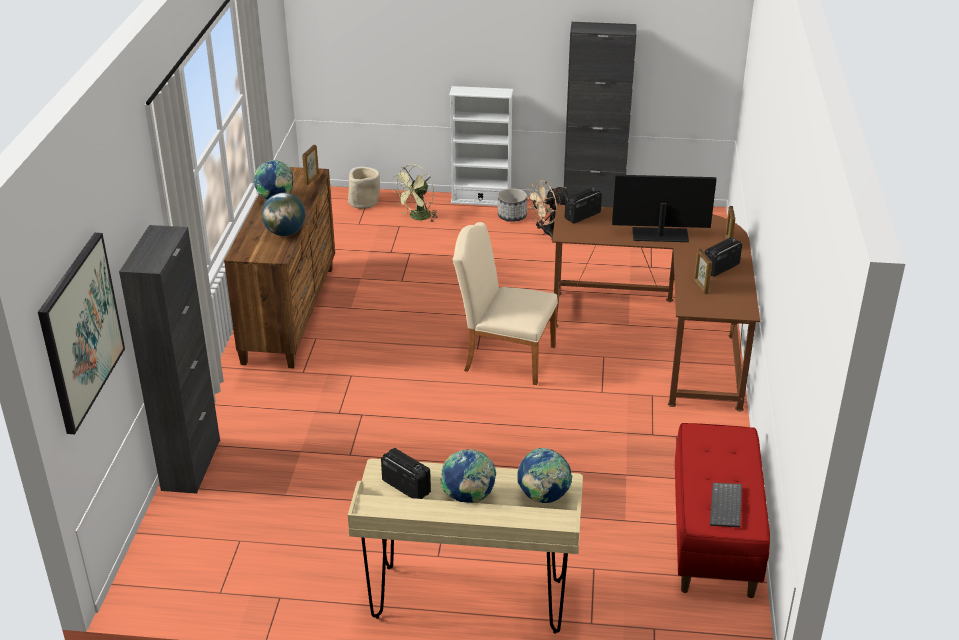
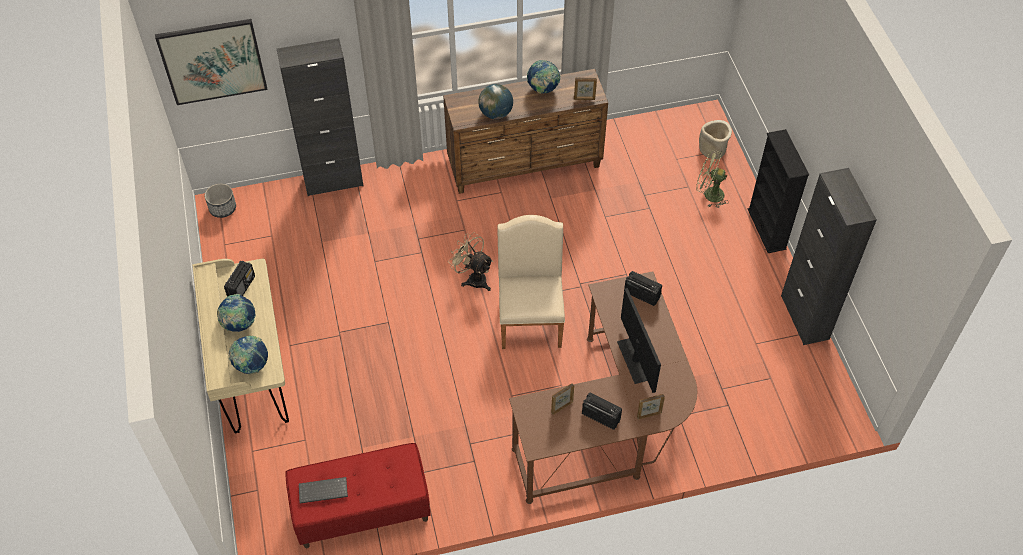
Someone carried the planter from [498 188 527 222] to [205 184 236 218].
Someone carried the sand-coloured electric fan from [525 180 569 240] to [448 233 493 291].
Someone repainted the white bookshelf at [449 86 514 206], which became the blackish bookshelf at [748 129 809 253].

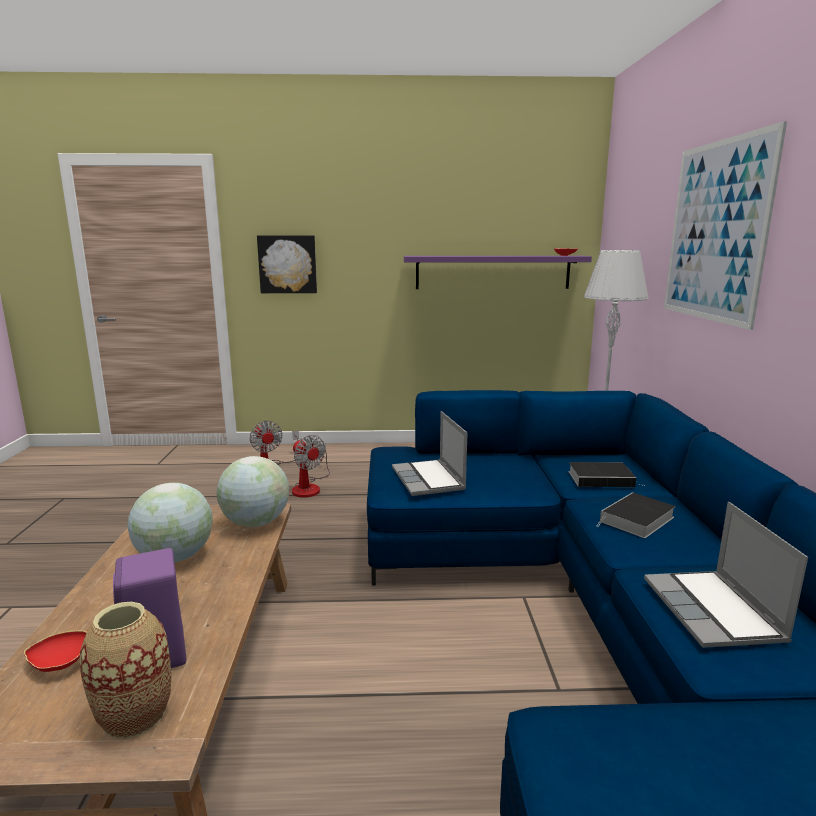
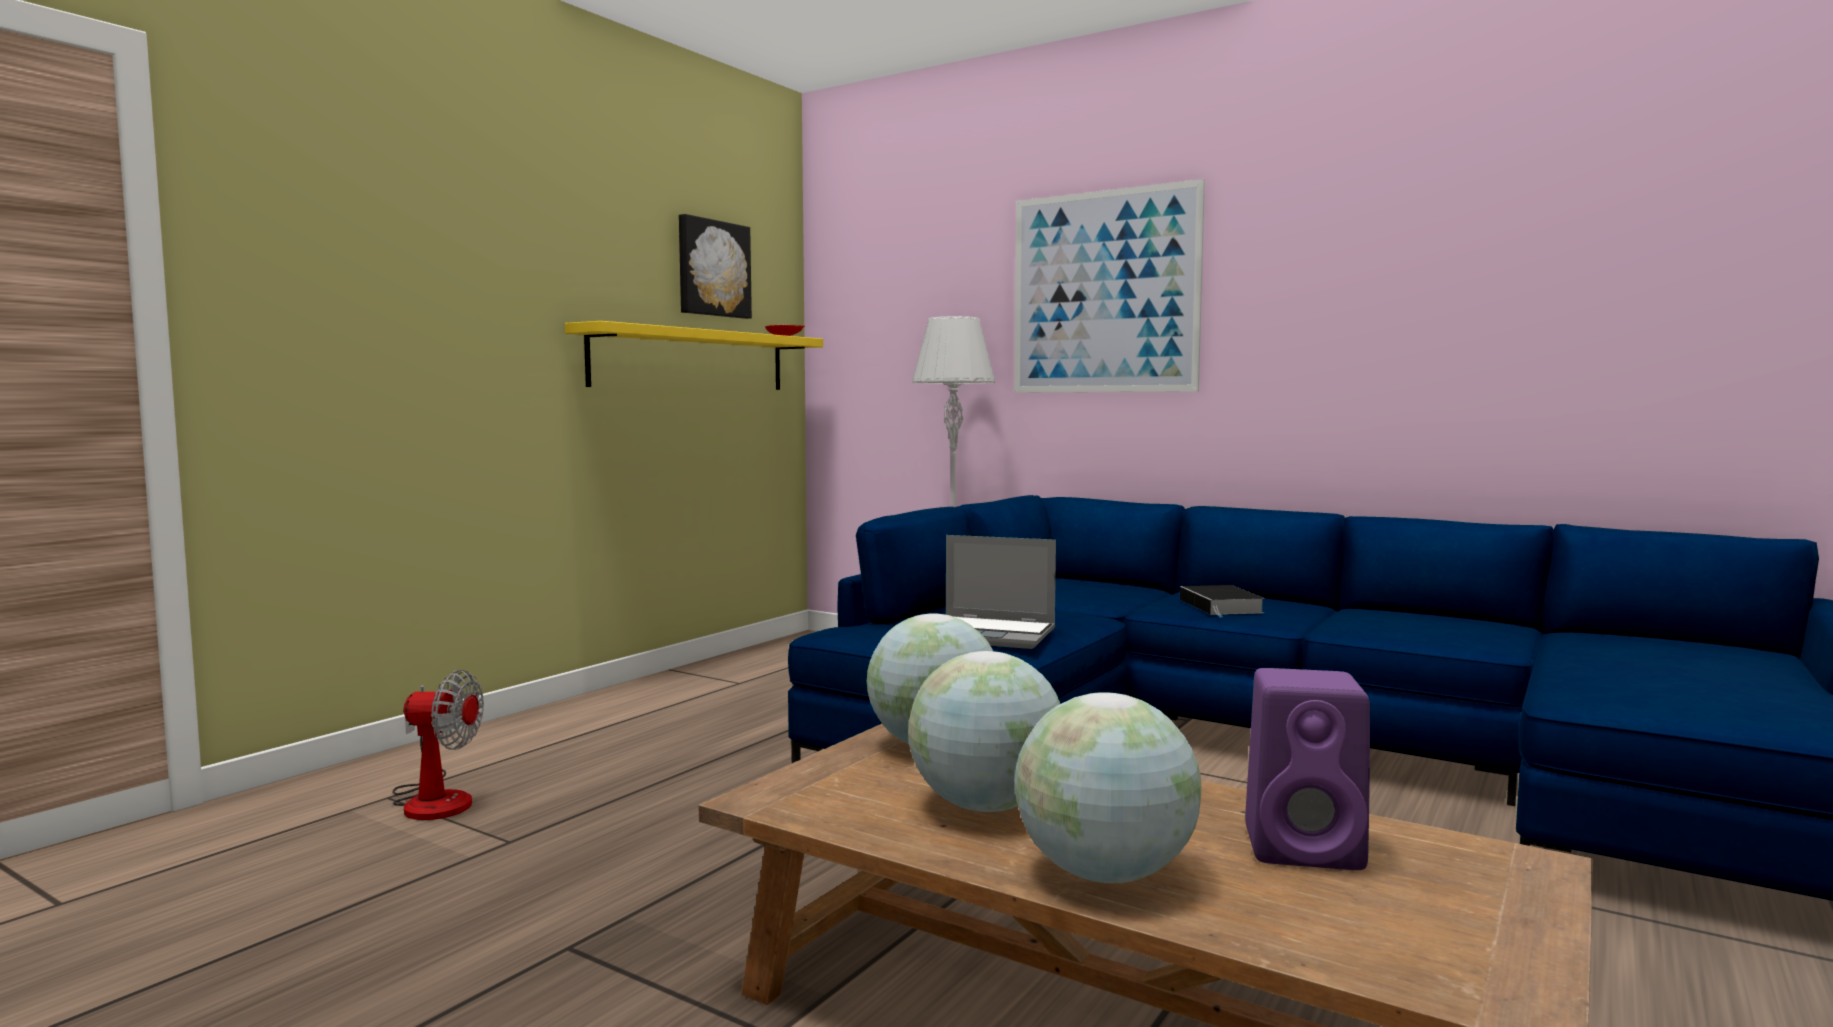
Someone repainted the purplish bracket shelf at [404 256 592 289], which became the yellow-coloured bracket shelf at [565 321 823 390].
Someone carried the wall art from [257 235 317 293] to [679 214 752 319].
Someone put down the desk globe at [1015 692 1202 883].
Someone took away the reddish bowl at [24 630 87 672].
Someone took away the flower vase at [79 602 171 739].
Someone took away the electric fan at [292 435 330 498].
Someone took away the bound book at [569 462 644 487].
Someone took away the portable computer at [644 502 808 648].

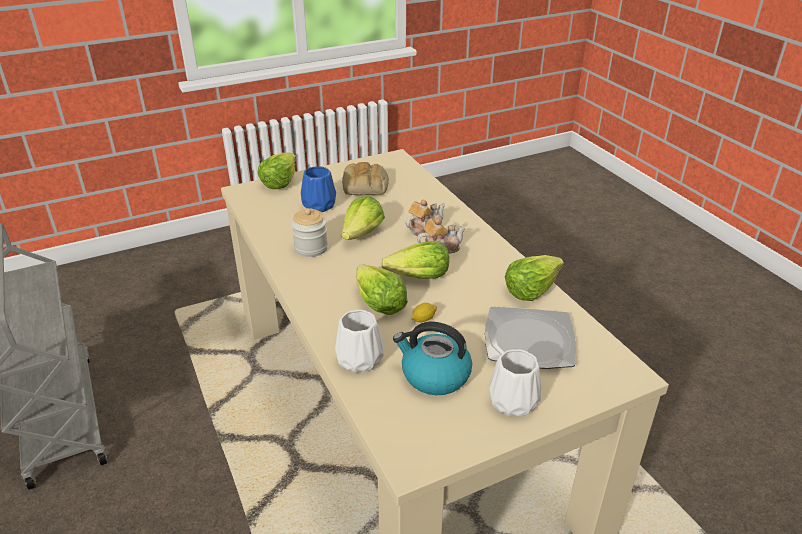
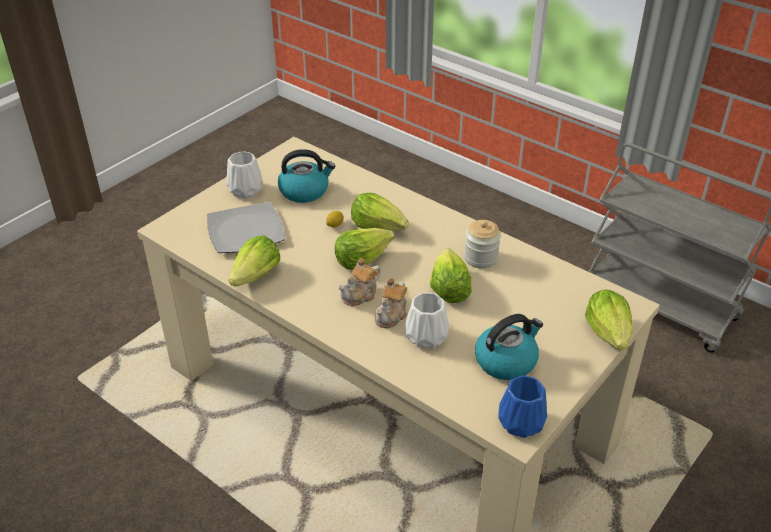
Someone carried the white flower vase from [335 310 384 373] to [405 293 449 349].
Someone swapped the bread at [342 162 389 195] for the kettle at [475 314 543 380].
Someone carried the blue-coloured flower vase from [301 166 336 212] to [498 376 547 438].

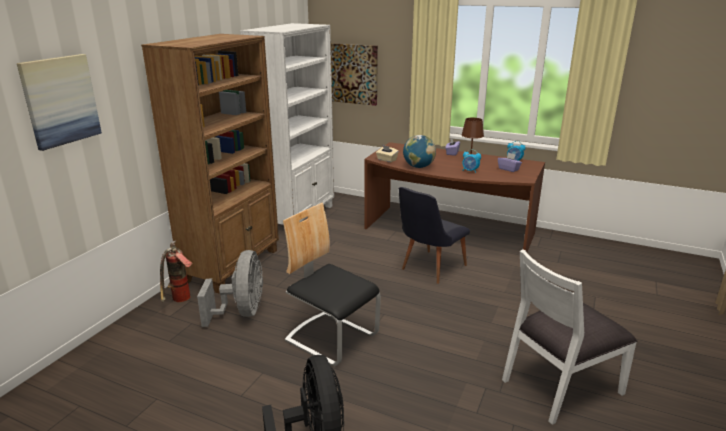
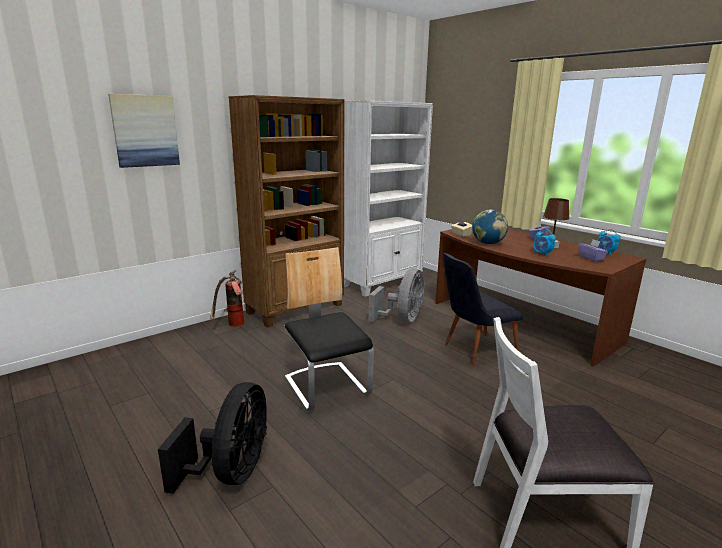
Someone carried the grey electric fan from [197 250 263 327] to [369 268 425 322].
Someone took away the wall art at [331 43 378 106].

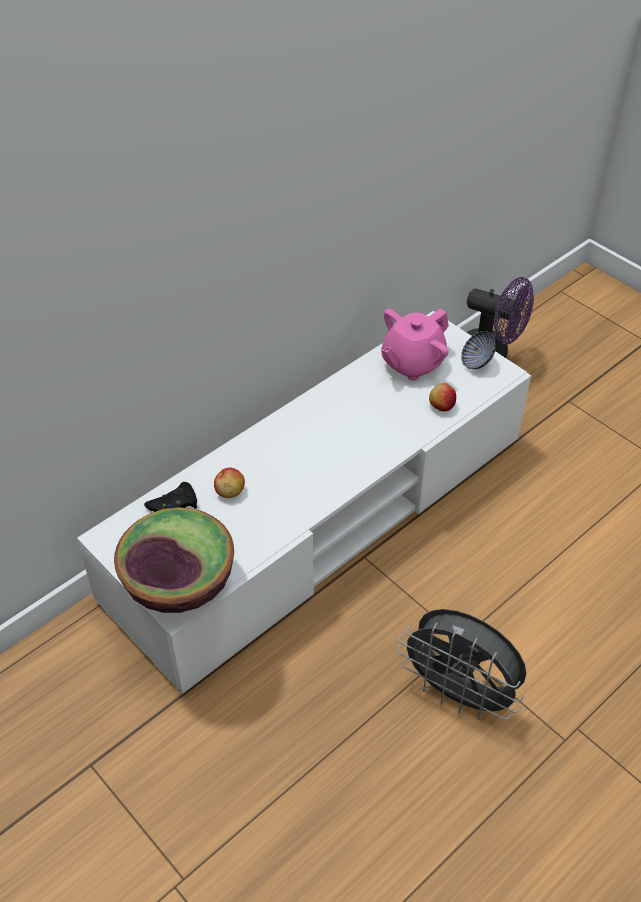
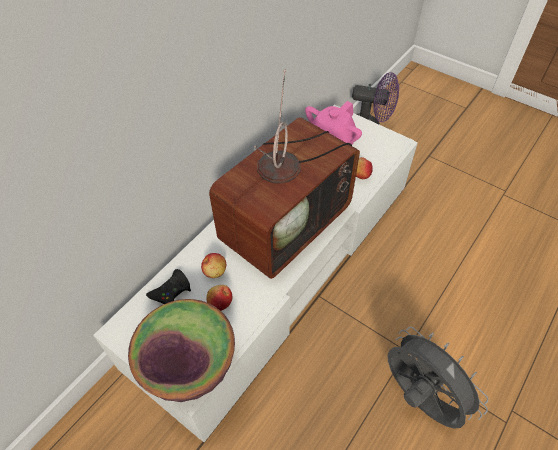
Someone put down the whole apple at [207 285 232 311].
Someone put down the television at [209 69 360 279].
Someone rotated the grey electric fan at [397 609 526 720] by 150 degrees counterclockwise.
Someone took away the bowl at [461 331 496 370].

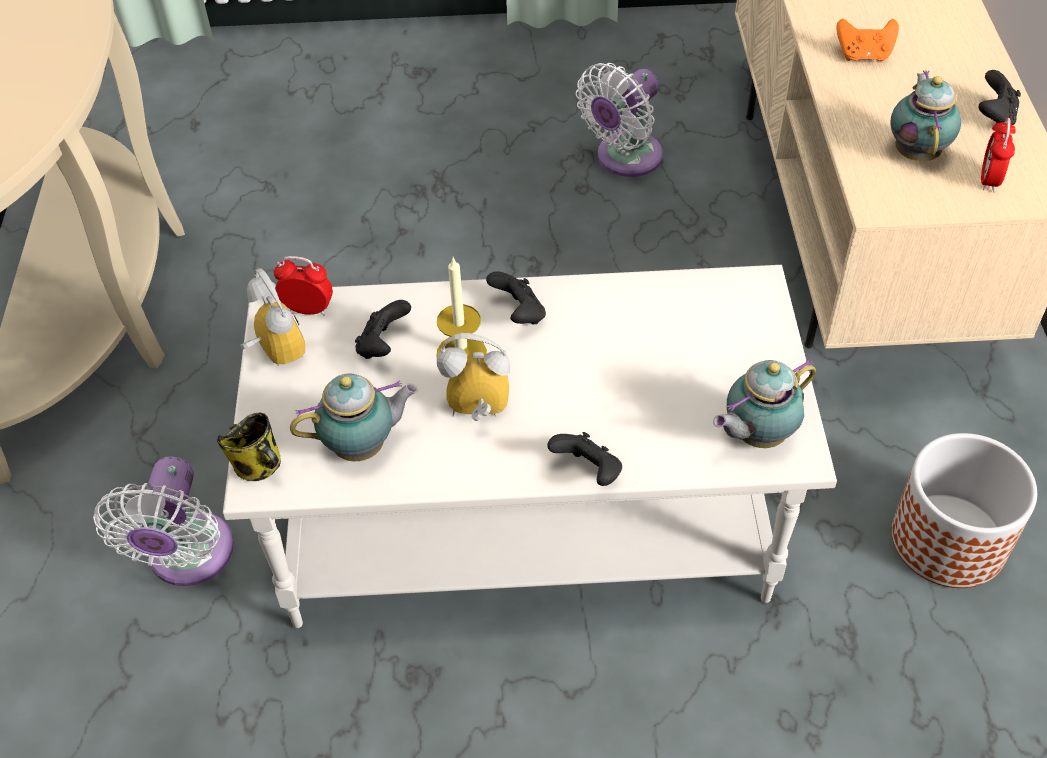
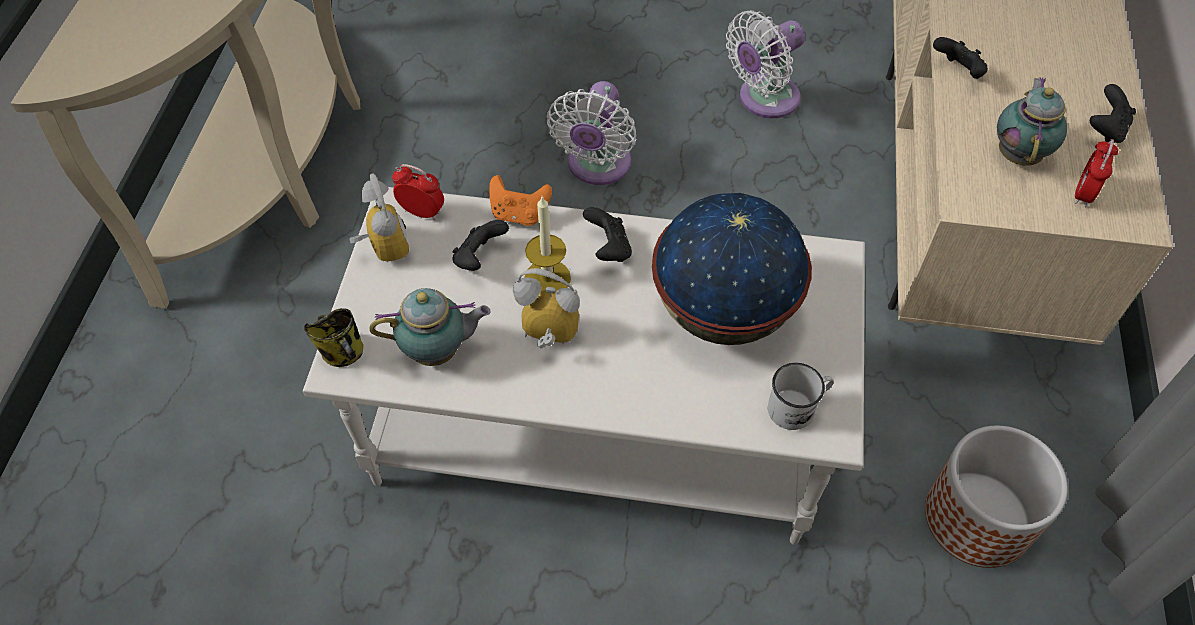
Someone carried the orange joypad from [836 19 899 61] to [489 175 552 226].
Someone carried the white electric fan from [93 457 234 586] to [547 81 636 185].
Someone put down the desk globe at [652 193 812 345].
Someone swapped the pot for tea at [713 359 816 448] for the white coffee mug at [768 363 834 430].
Someone carried the blackish joypad from [547 432 622 486] to [933 37 988 79].

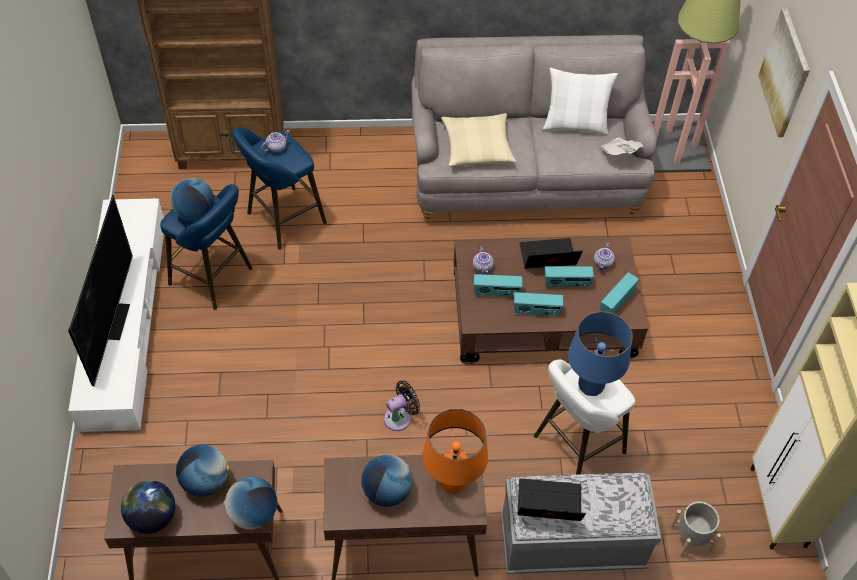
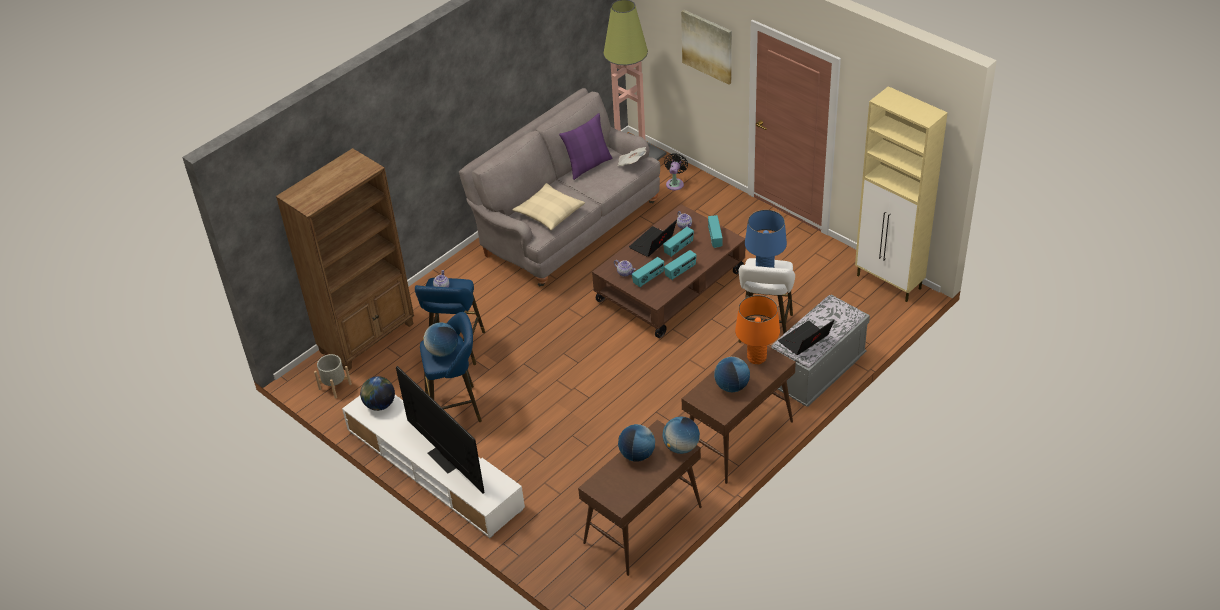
Someone carried the grey planter from [670 502 721 557] to [314 354 352 399].
Someone carried the desk globe from [121 480 175 534] to [360 376 395 411].
Someone repainted the white throw pillow at [543 68 618 135], which became the purplish throw pillow at [559 113 612 180].
Someone carried the blackish electric fan from [384 380 420 431] to [664 153 688 191].

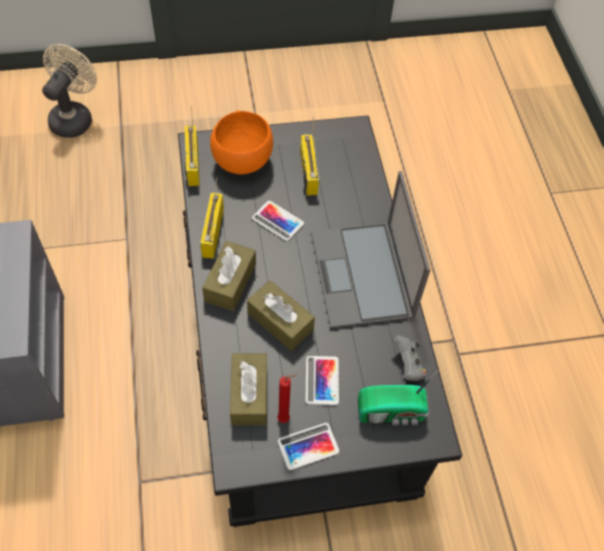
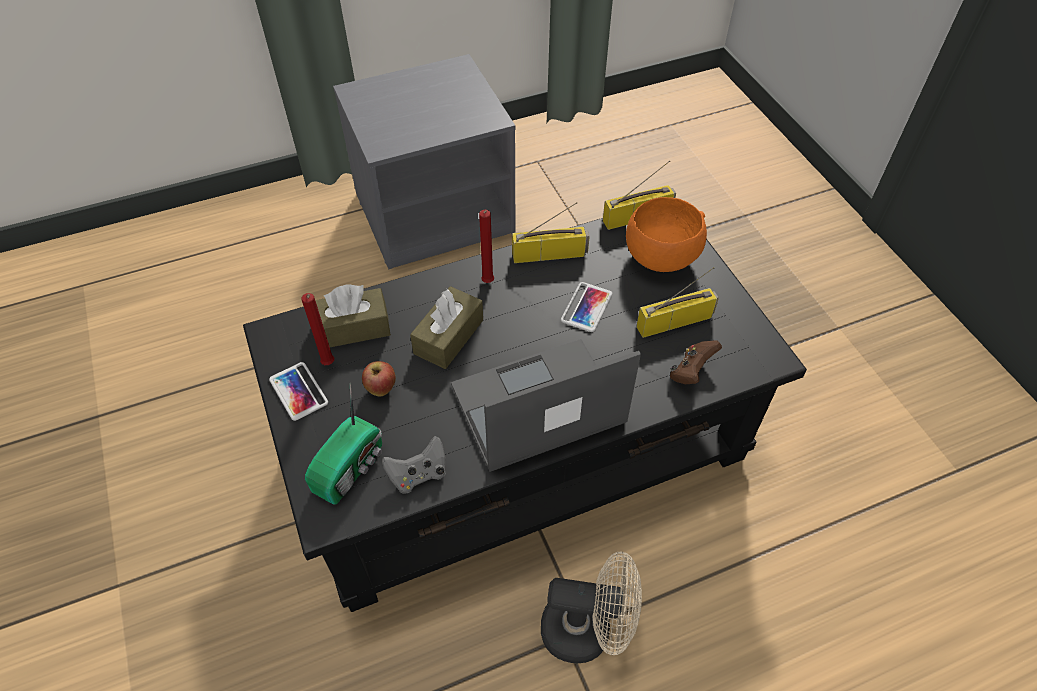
Someone rotated the radio receiver at [358 370 438 426] by 135 degrees counterclockwise.
Someone swapped the phone at [306 356 339 405] for the whole apple at [362 361 396 396].
Someone swapped the brownish tissue holder at [202 241 256 311] for the reddish wax light at [479 210 494 283].
Someone carried the sand-coloured electric fan from [42 44 97 138] to [541 551 642 663].
Someone put down the brownish joypad at [670 340 722 384].

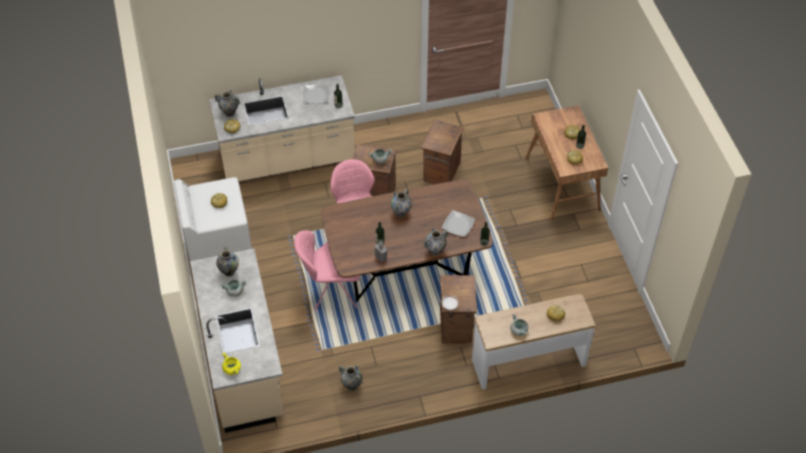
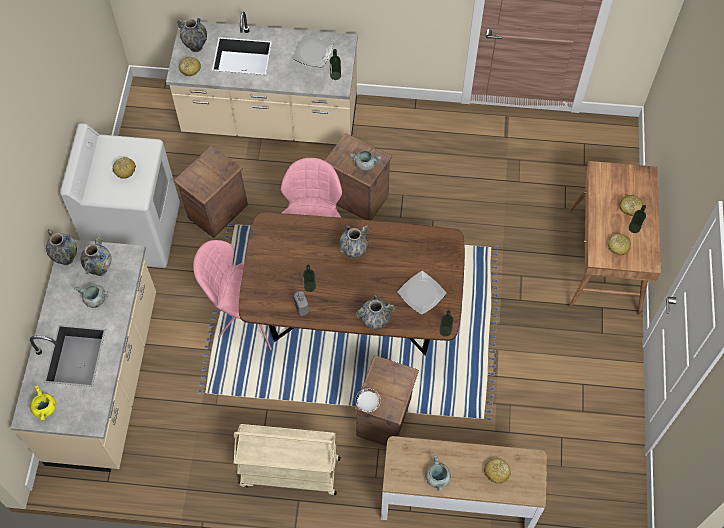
Someone carried the flower vase from [339 365 363 391] to [46 229 77 265].
Someone carried the shipping crate from [421 120 464 184] to [174 145 248 238].
Someone put down the sand-coloured wheeled cart at [234 424 341 495].

